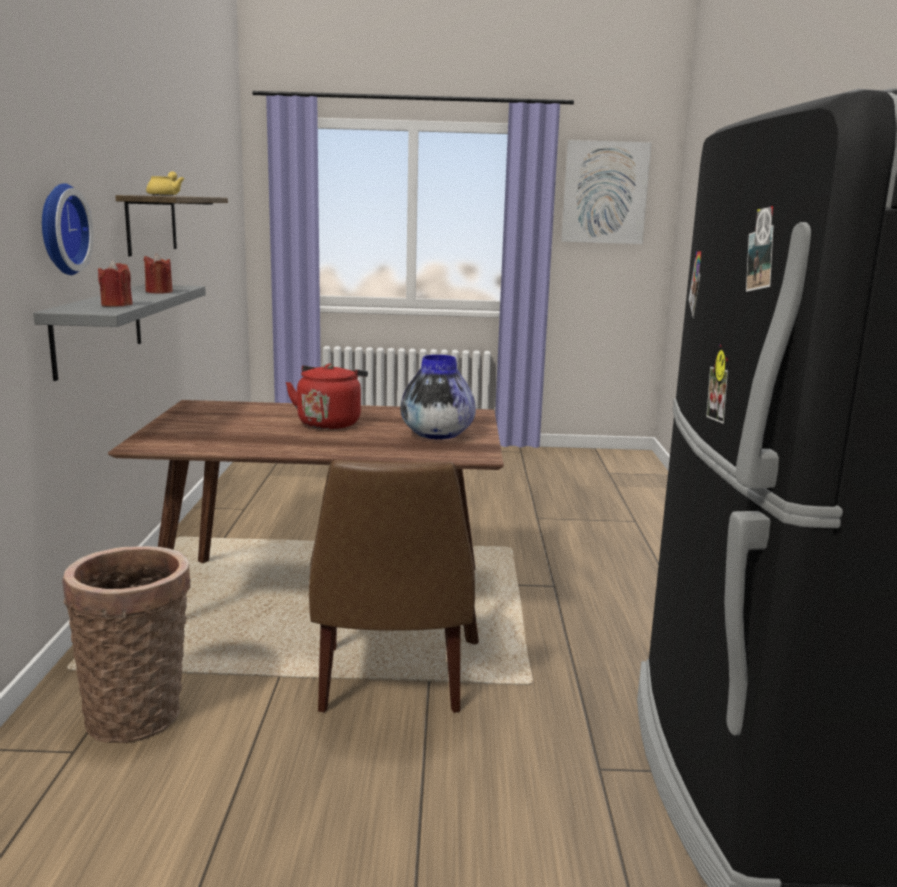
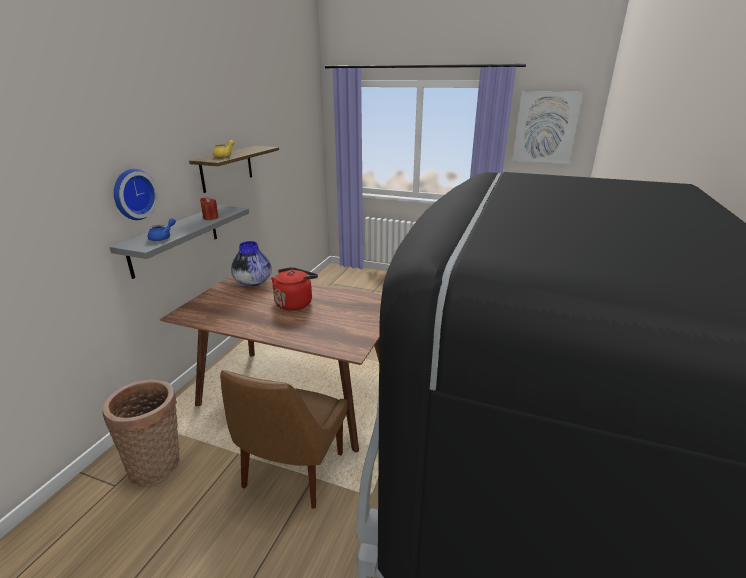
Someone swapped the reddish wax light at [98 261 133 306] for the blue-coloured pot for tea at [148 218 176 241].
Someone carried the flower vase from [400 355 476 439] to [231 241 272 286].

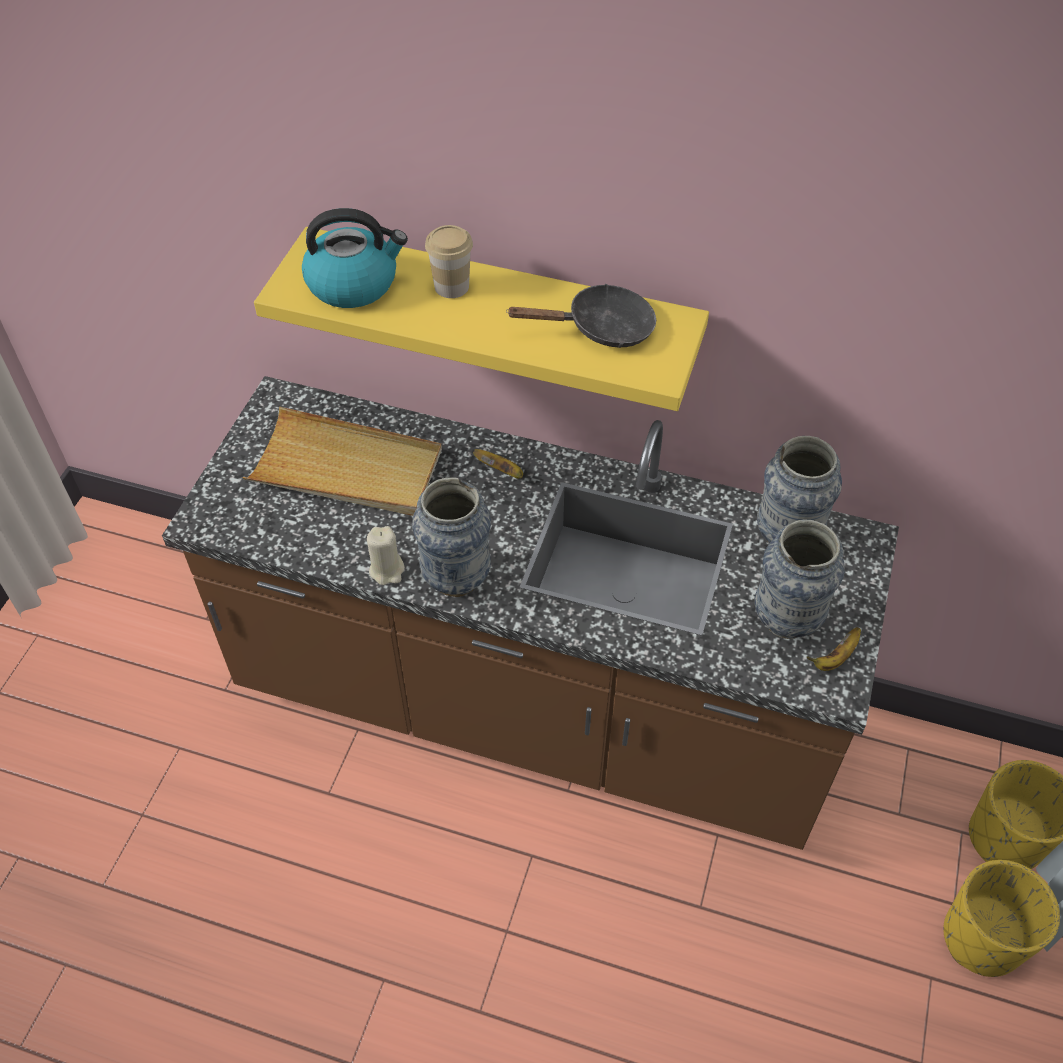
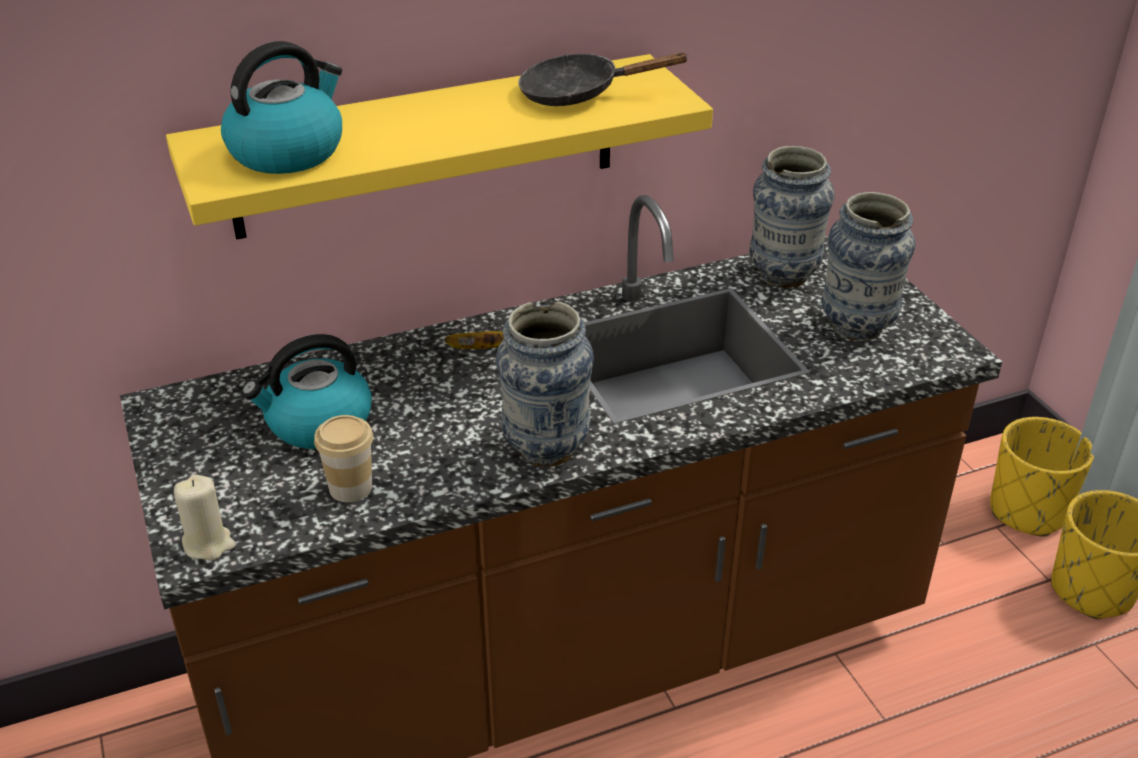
Someone carried the sand-coloured wax light from [367 526 405 585] to [174 475 235 560].
Someone swapped the sand-coloured carrying tray at [243 407 442 516] for the kettle at [242 334 372 449].
Someone carried the drinking cup from [425 225 473 298] to [314 415 373 502].
Someone rotated the blackish frying pan at [506 284 656 348] by 135 degrees counterclockwise.
Someone took away the banana fruit at [807 627 861 671].

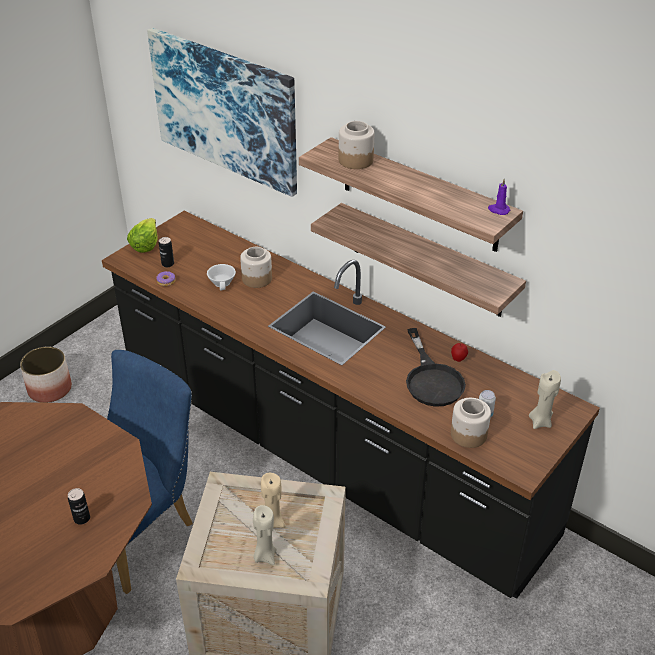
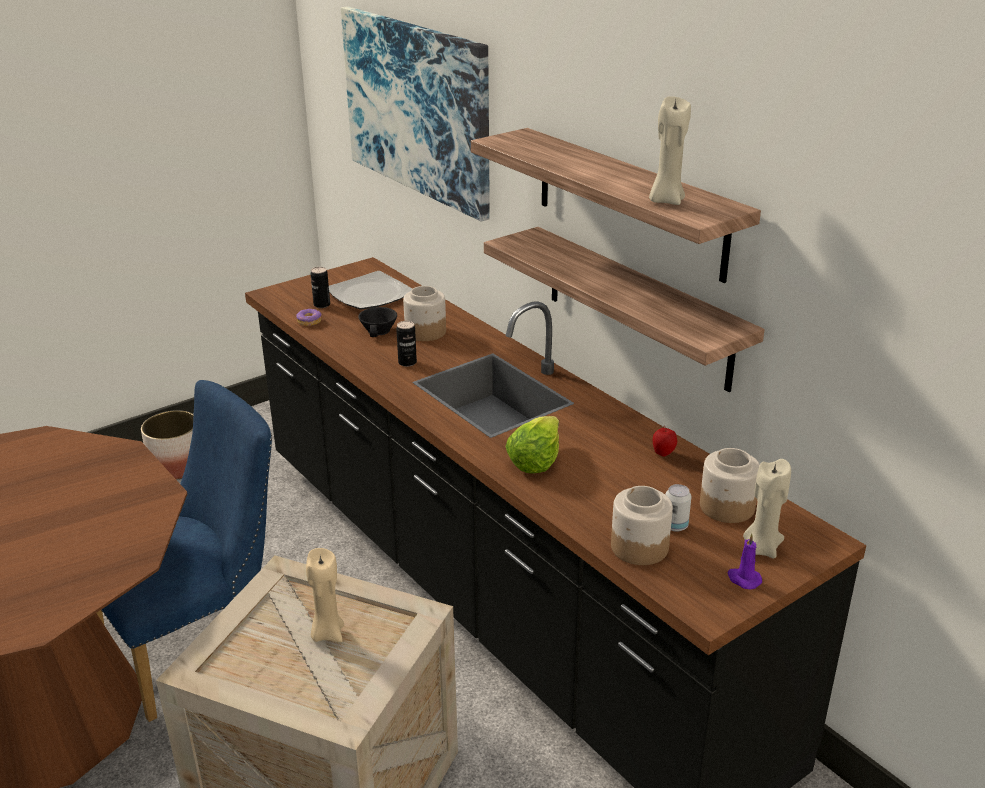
Someone put down the flat dish at [329 271 412 310].
Someone repainted the white drinking cup at [207 264 236 290], which became the blackish drinking cup at [358 307 397 337].
Someone carried the can from [68 488 90 525] to [396 321 417 367].
Someone carried the head of lettuce from [127 218 158 253] to [505 416 559 474].
Someone carried the sand-coloured wax light from [253 505 277 565] to [649 96 691 205].
Someone carried the preserve jar from [339 121 374 169] to [700 448 760 523].
Someone carried the purplish wax light from [488 179 511 215] to [728 533 762 589].
Someone took away the blackish frying pan at [406 328 466 407].

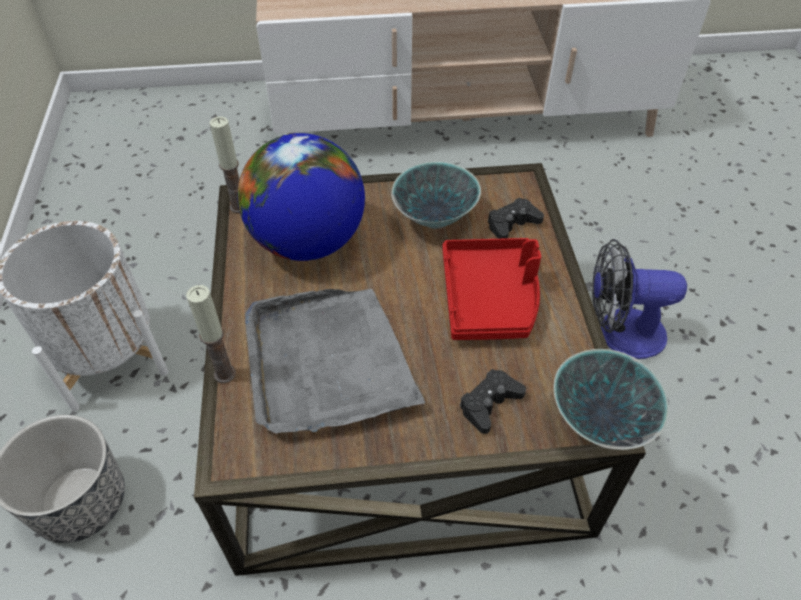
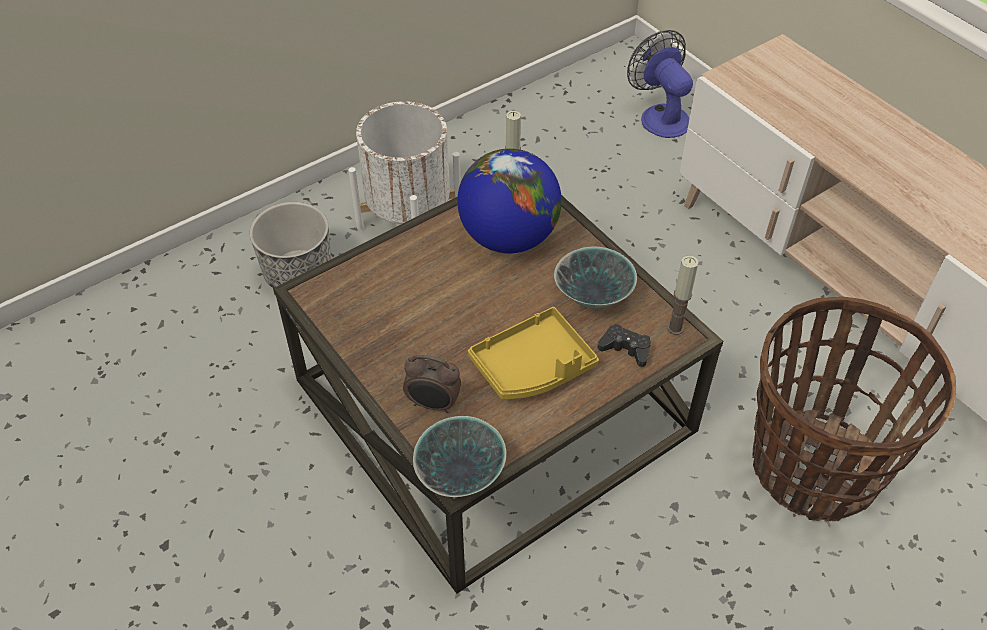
Someone swapped the blackish joypad at [460 369 526 434] for the alarm clock at [403 355 461 413].
Someone repainted the reddish carrying tray at [443 238 541 340], which became the yellow-coloured carrying tray at [468 307 599 399].
Someone carried the electric fan from [592 239 687 359] to [627 30 693 138].
Someone carried the wax light from [186 285 236 383] to [667 256 698 335].
Someone put down the storage basket at [752 296 956 522].
Someone took away the grey carrying tray at [245 289 425 434].

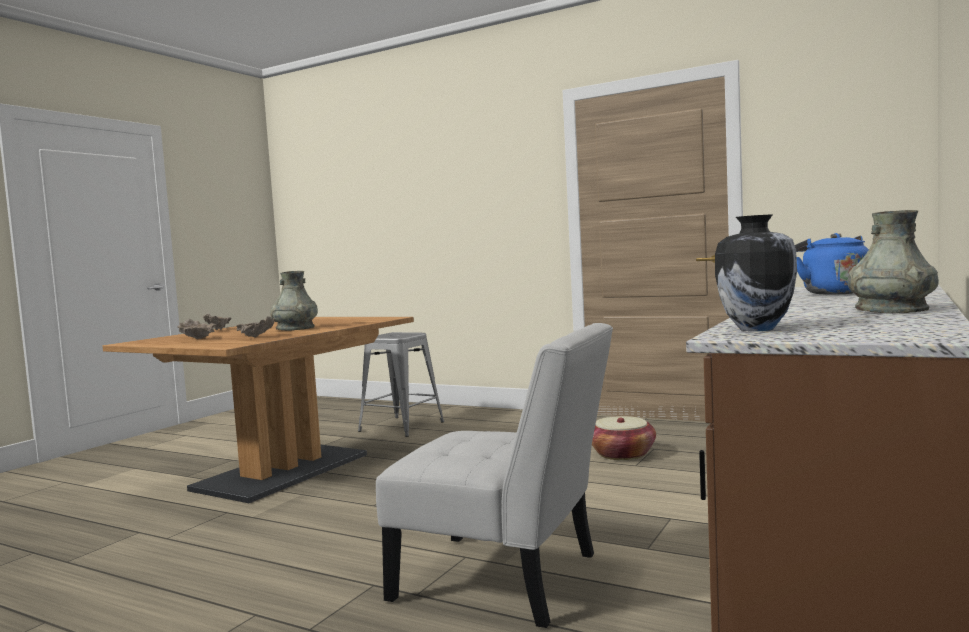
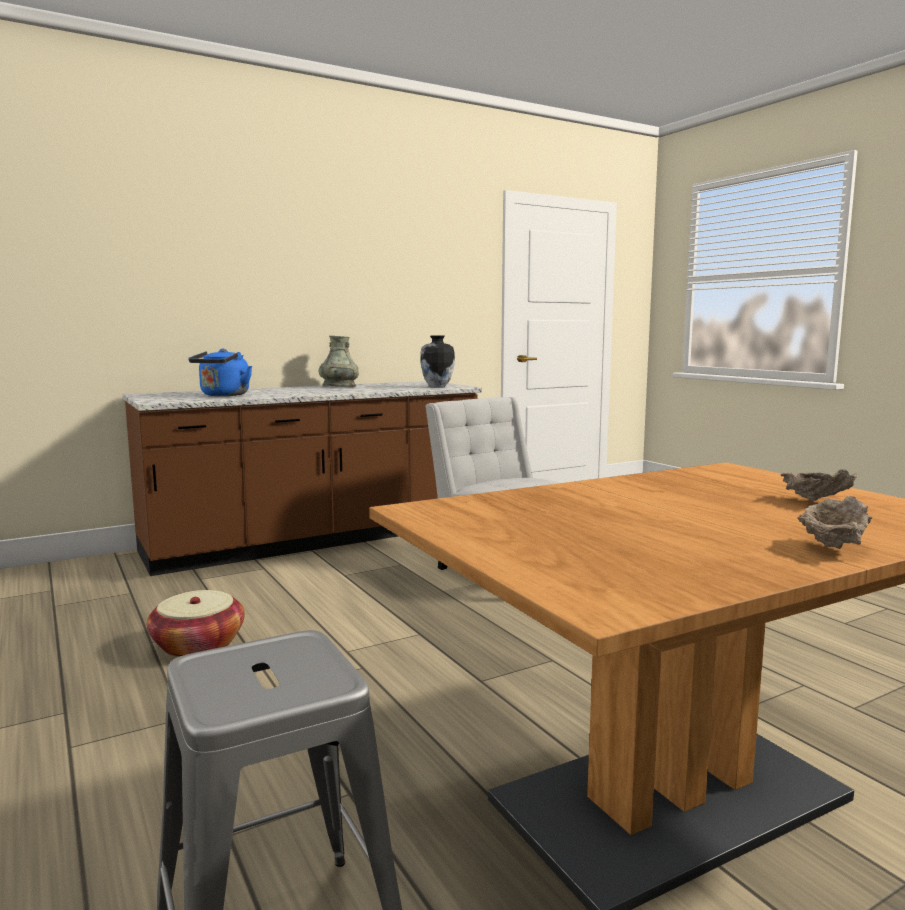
Someone took away the sand-coloured bowl at [236 316 275 338].
Someone took away the grey flower vase at [271 271 318 331].

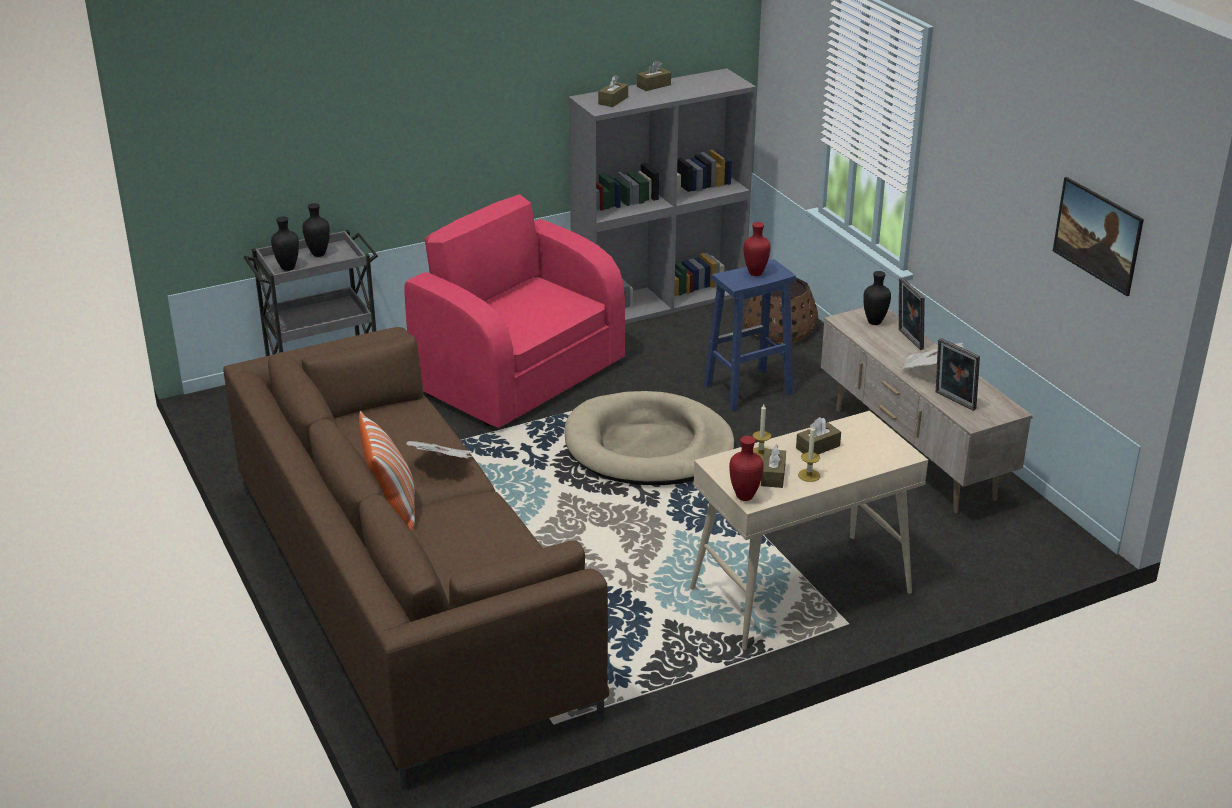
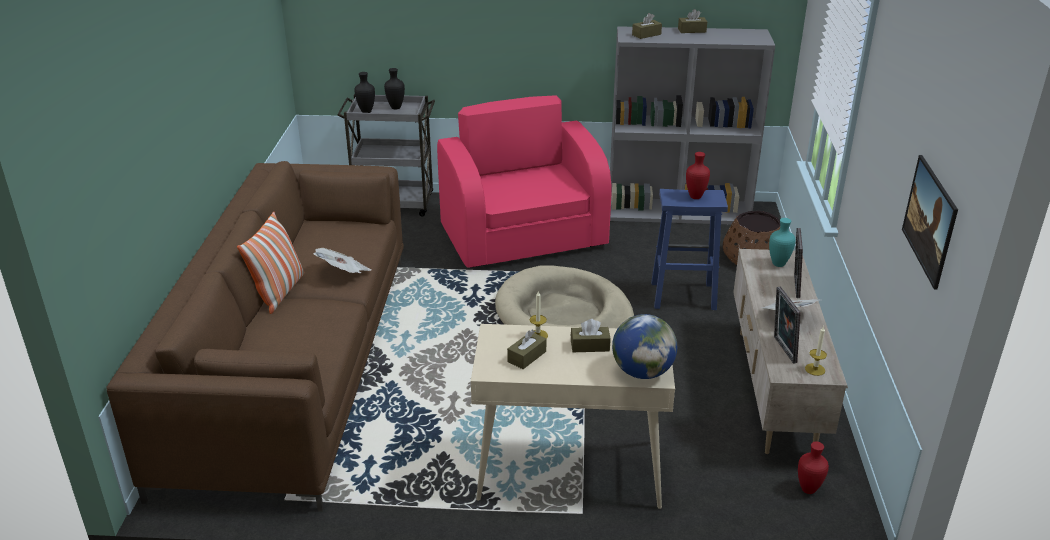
Someone put down the desk globe at [612 314 677 379].
Someone repainted the blackish flower vase at [863 271 891 325], which became the turquoise flower vase at [769 218 796 267].
Someone carried the reddish flower vase from [729 436 764 501] to [798 442 829 494].
Someone carried the wax light from [798 426 820 482] to [805 326 827 376].

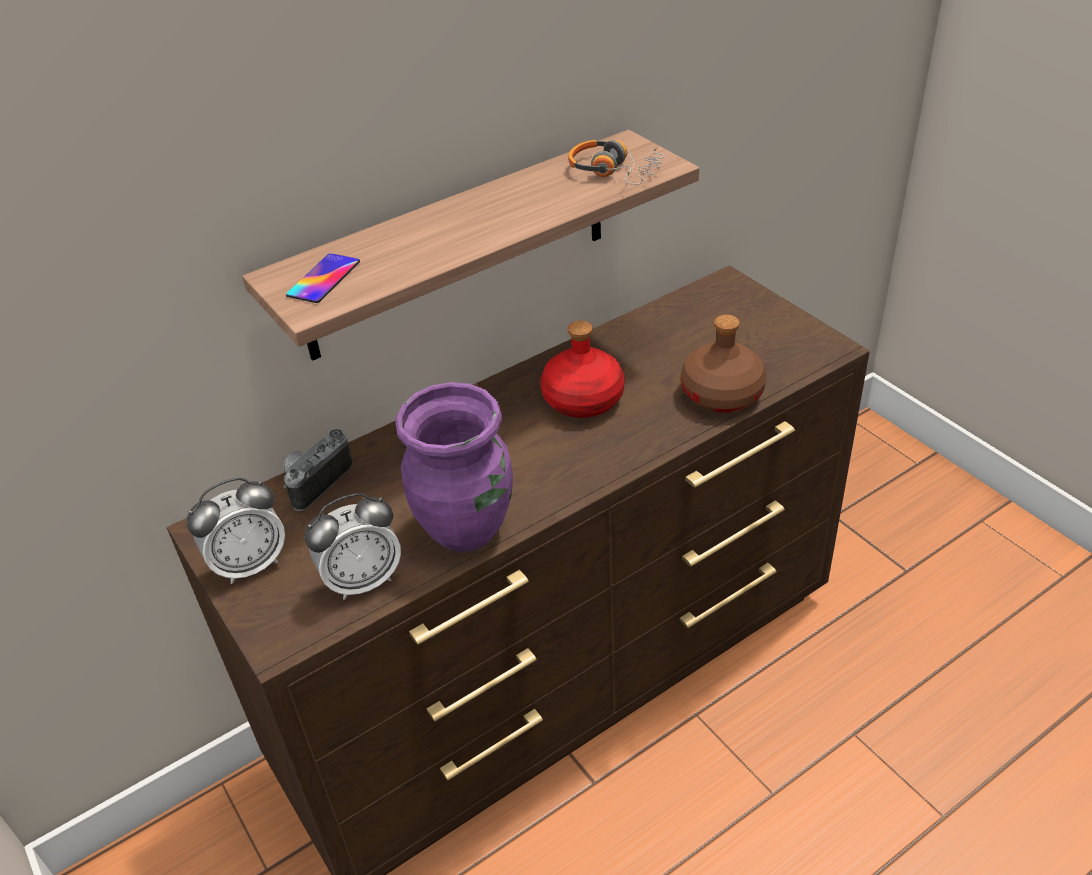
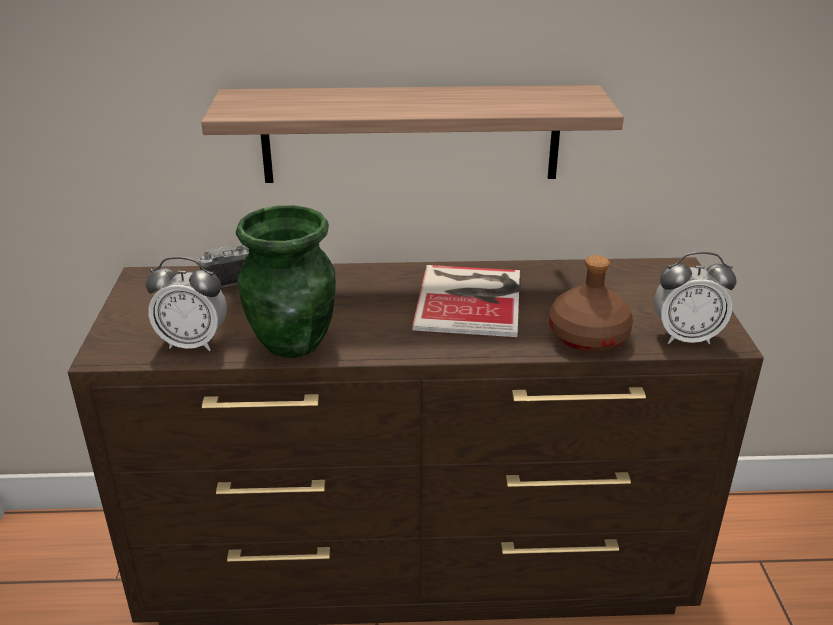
Someone repainted the purplish flower vase at [395 382 513 552], which became the greenish flower vase at [236 205 336 358].
Someone swapped the reddish drink bottle at [540 320 624 418] for the bound book at [412 265 520 337].
Someone carried the alarm clock from [186 477 285 584] to [654 252 737 344].
Someone took away the phone at [286 253 360 303].
Someone took away the headset at [568 140 665 185].

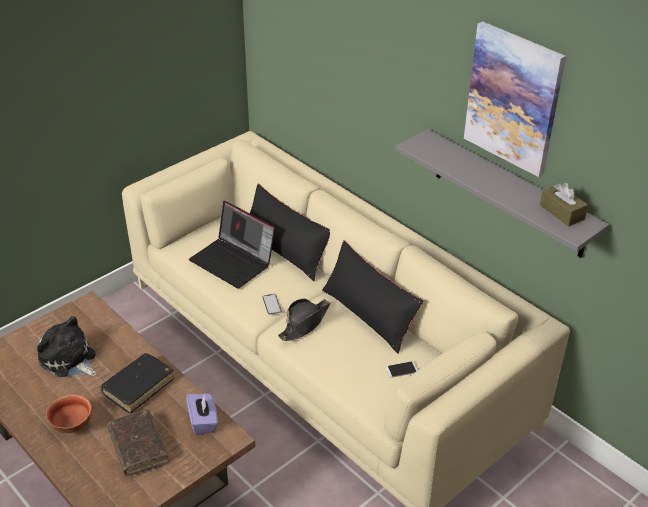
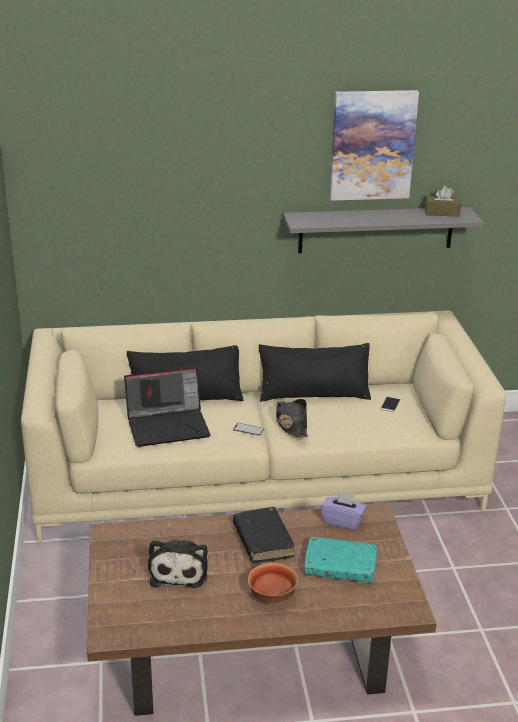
Someone rotated the plush toy at [37 316 97 377] by 75 degrees counterclockwise.
Someone repainted the brownish bound book at [107 409 169 476], which became the turquoise bound book at [304 537 377 583].

